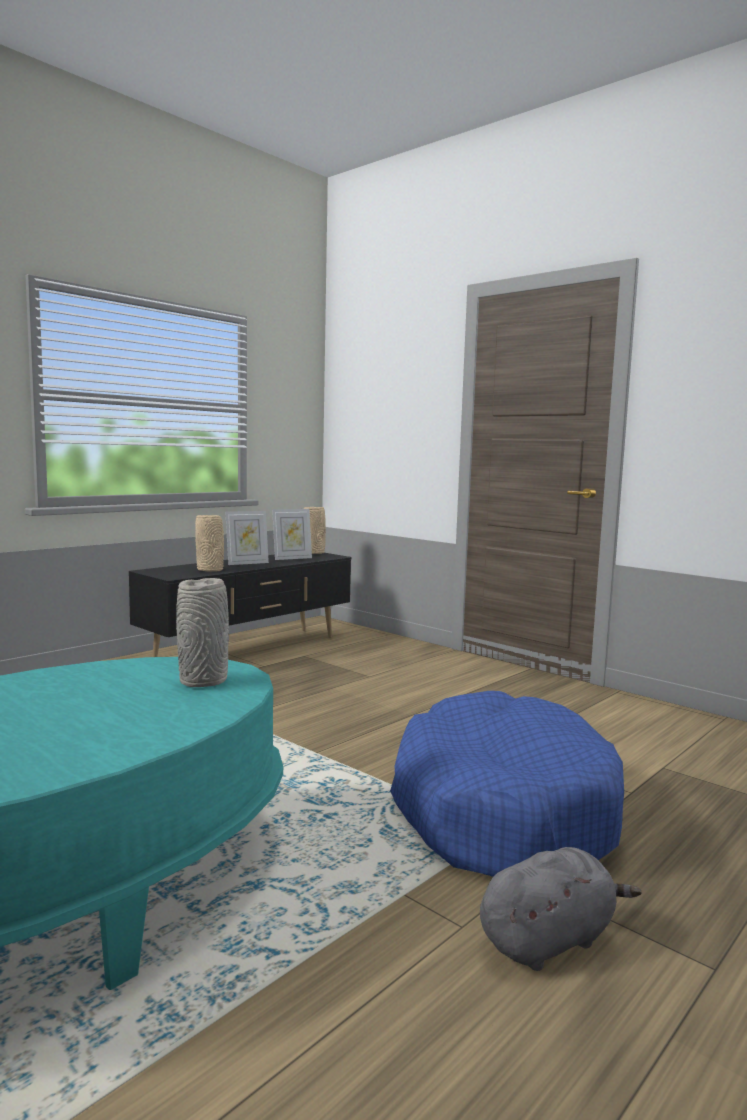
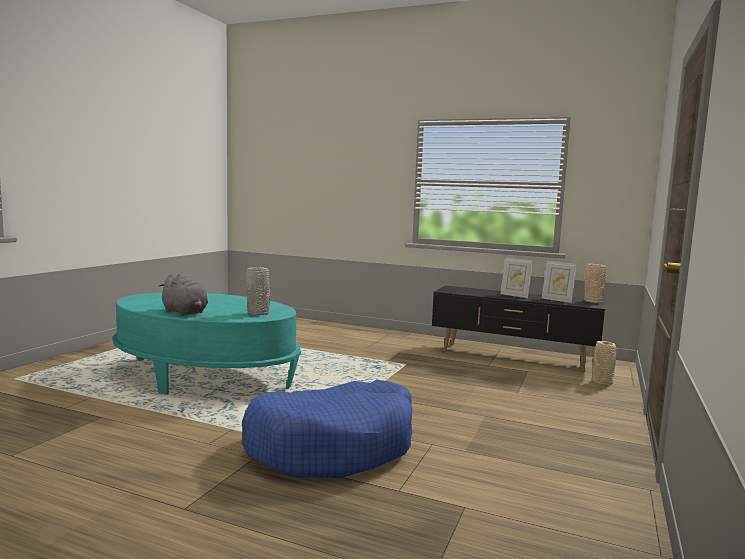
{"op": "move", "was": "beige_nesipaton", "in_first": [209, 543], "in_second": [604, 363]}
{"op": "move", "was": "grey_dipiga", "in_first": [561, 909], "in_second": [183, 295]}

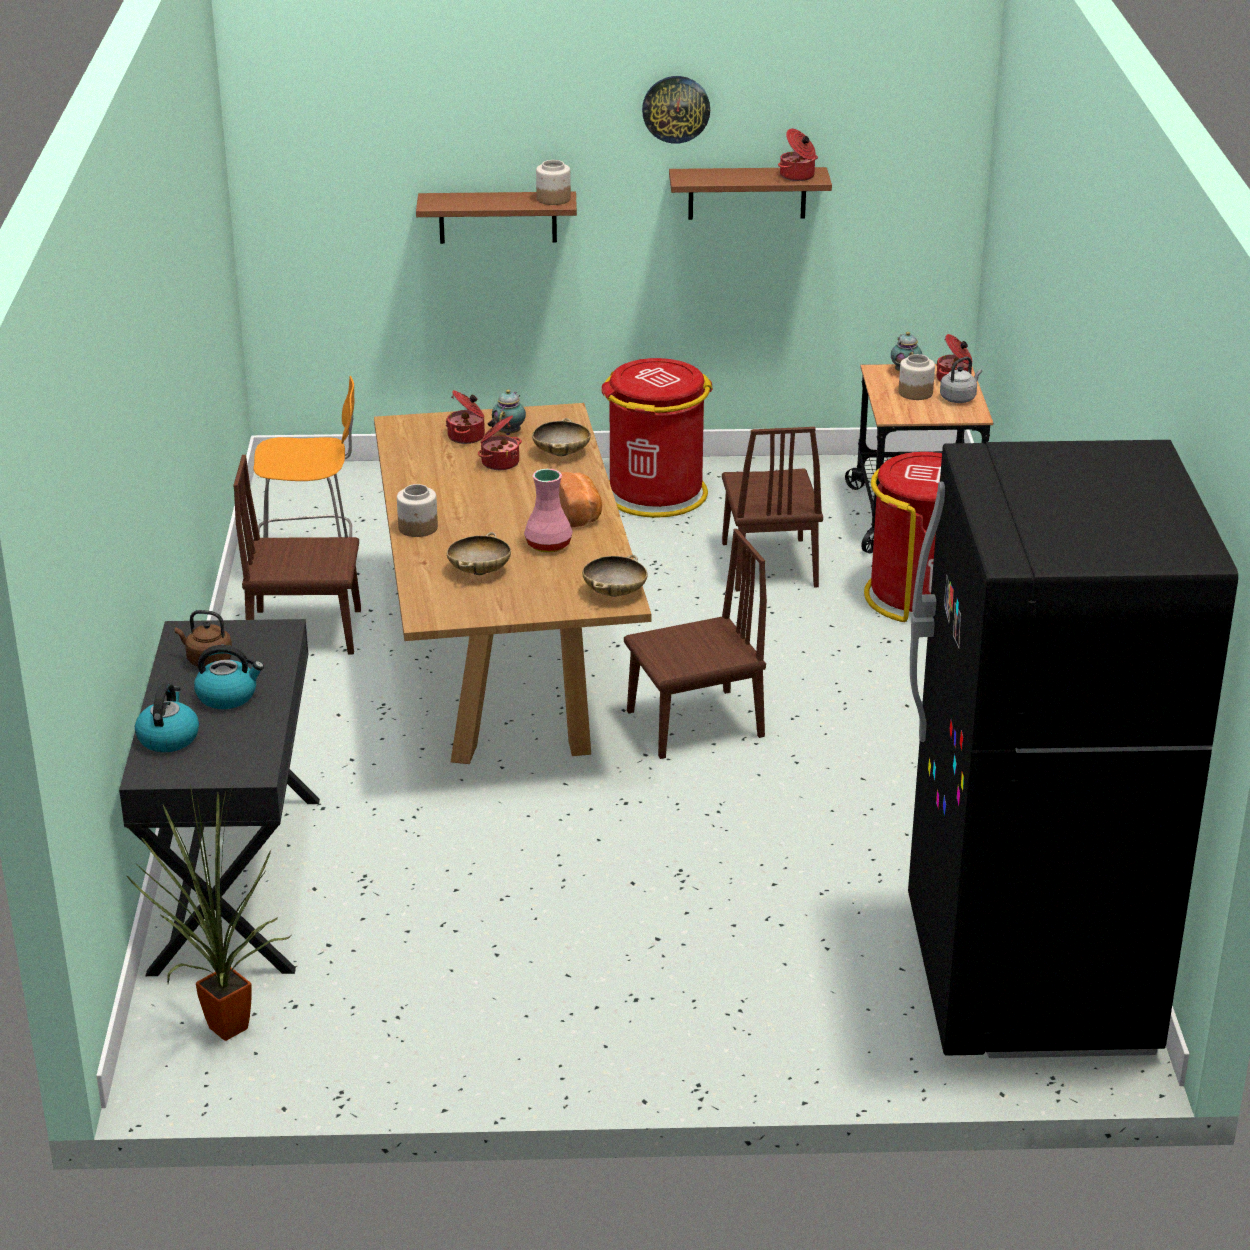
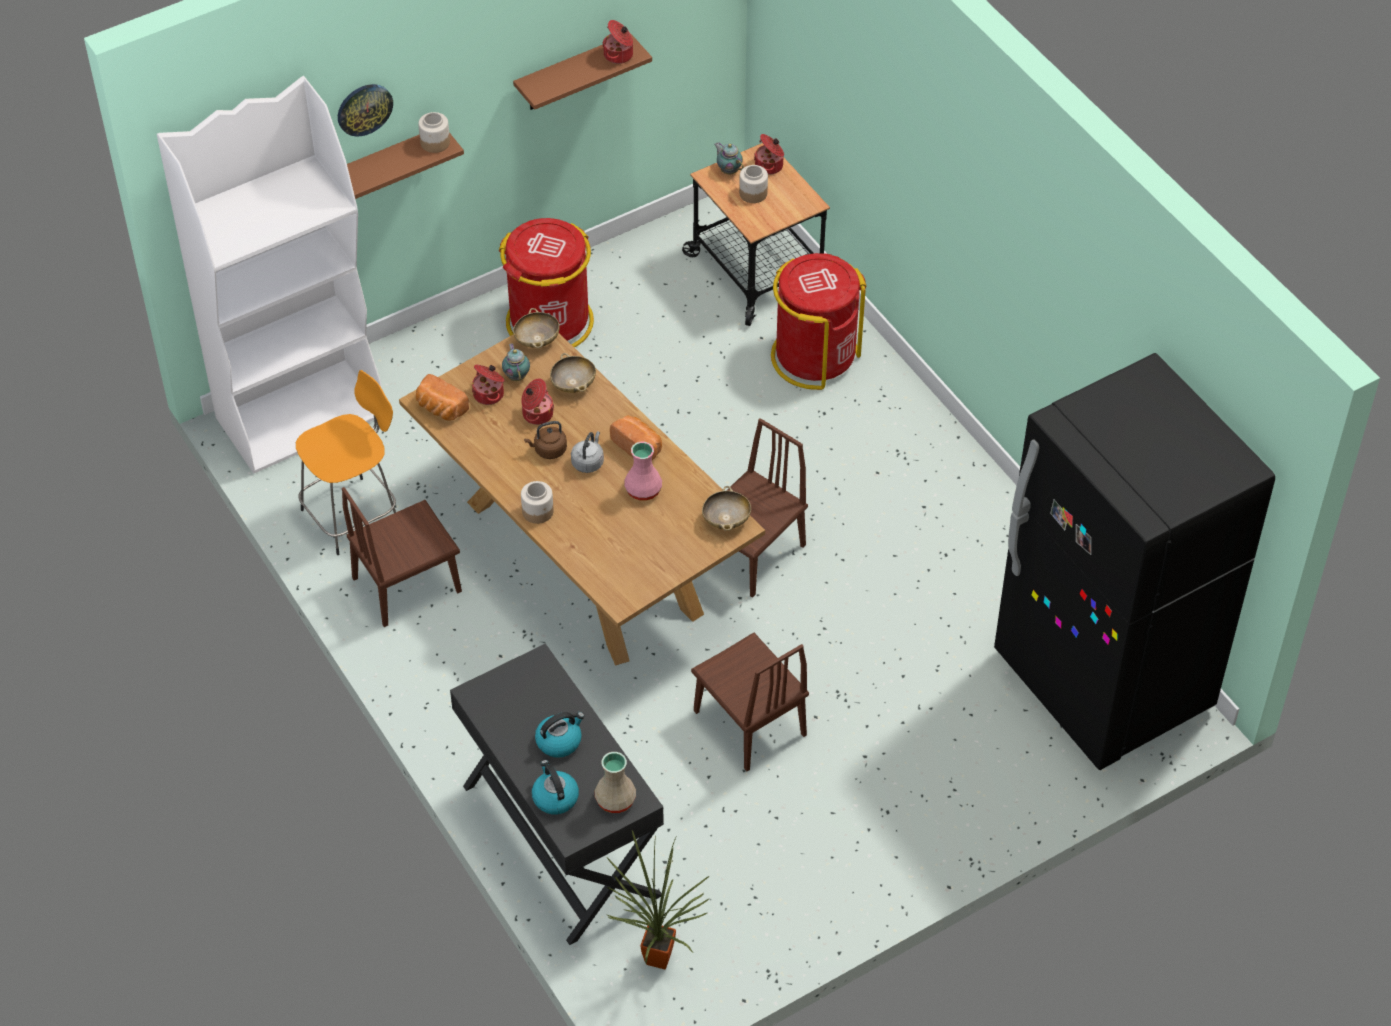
{"op": "move", "was": "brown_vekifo", "in_first": [203, 638], "in_second": [545, 440]}
{"op": "move", "was": "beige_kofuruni", "in_first": [479, 553], "in_second": [536, 328]}
{"op": "move", "was": "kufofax", "in_first": [676, 110], "in_second": [365, 110]}
{"op": "move", "was": "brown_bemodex", "in_first": [772, 509], "in_second": [750, 702]}
{"op": "move", "was": "grey_vekifo", "in_first": [961, 380], "in_second": [587, 452]}
{"op": "insert", "now": "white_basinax", "in_second": [269, 275]}
{"op": "insert", "now": "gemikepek", "in_second": [442, 397]}
{"op": "insert", "now": "beige_nesipaton", "in_second": [615, 782]}

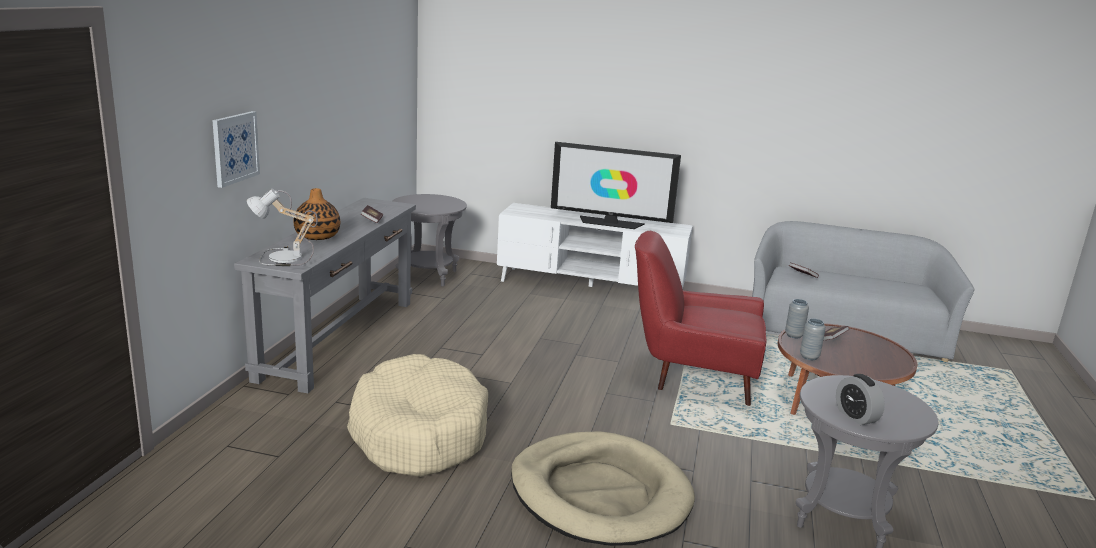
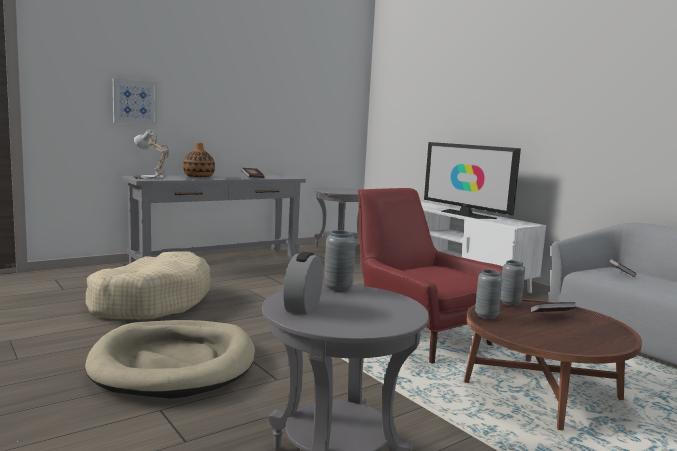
{"op": "insert", "now": "grey_nesipaton", "in_second": [340, 261]}

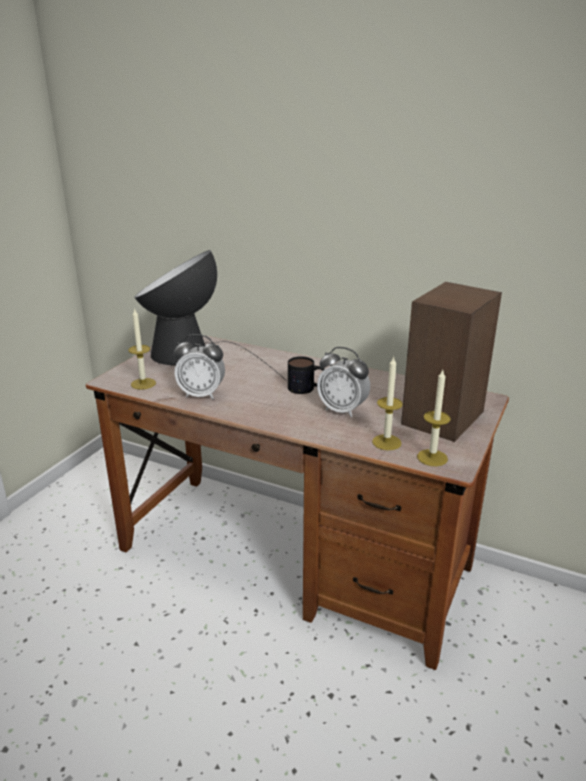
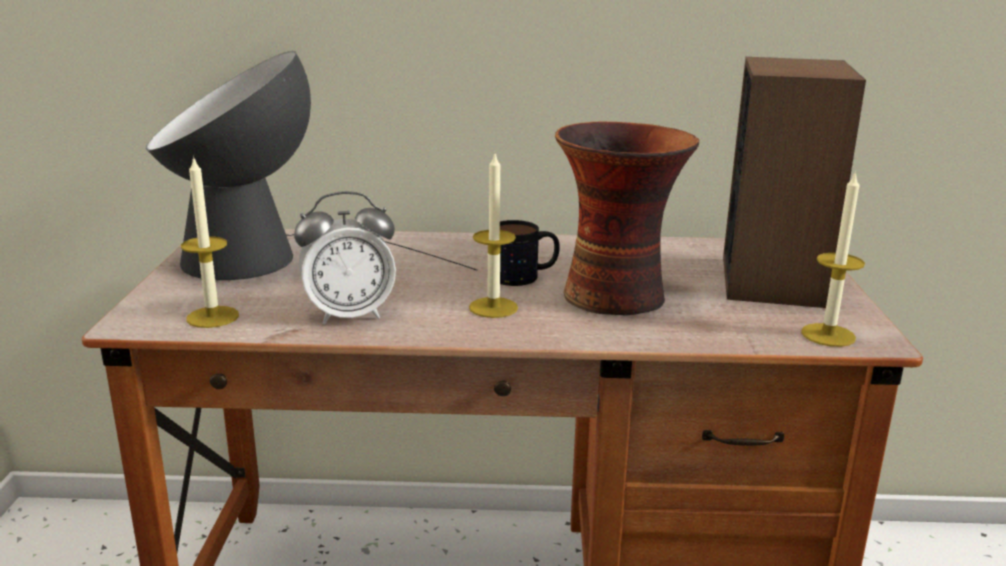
{"op": "replace", "was": "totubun", "now": "nesipaton", "in_first": [343, 382], "in_second": [627, 218]}
{"op": "move", "was": "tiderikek", "in_first": [387, 403], "in_second": [493, 236]}

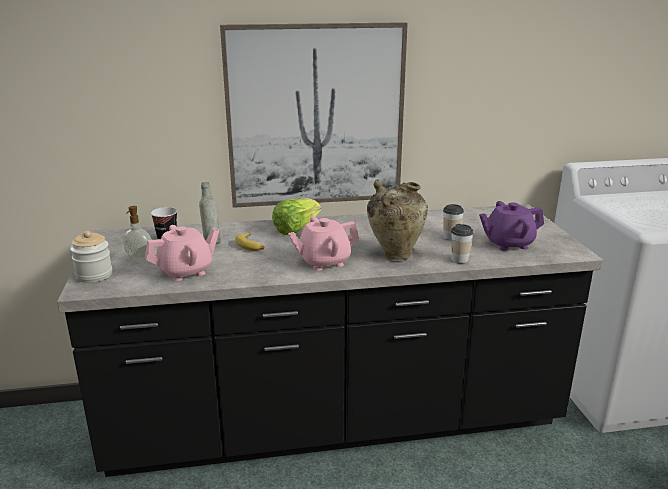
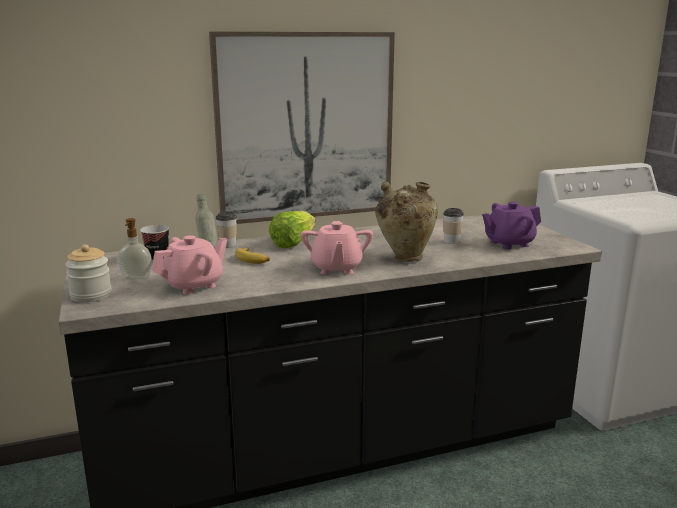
{"op": "rotate", "was": "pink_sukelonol", "in_first": [323, 243], "in_second": [336, 248], "clockwise": -60}
{"op": "move", "was": "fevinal", "in_first": [462, 244], "in_second": [226, 229]}

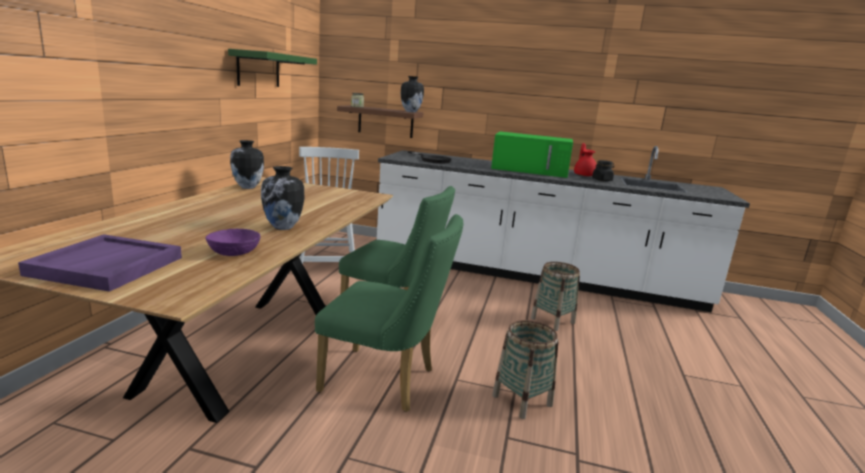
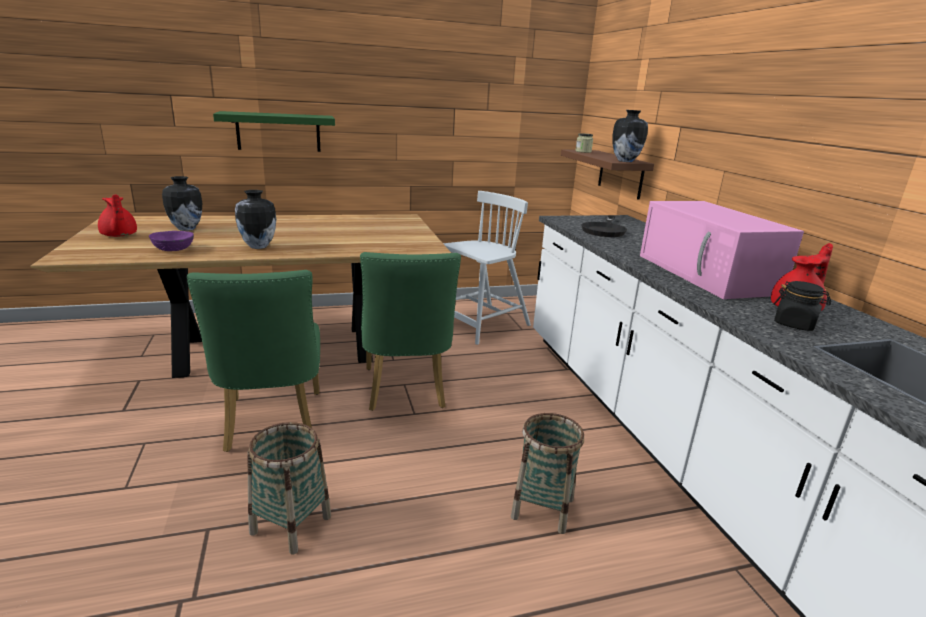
{"op": "replace", "was": "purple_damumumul", "now": "red_sukelonol", "in_first": [100, 263], "in_second": [117, 215]}
{"op": "move", "was": "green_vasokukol", "in_first": [272, 68], "in_second": [274, 131]}
{"op": "move", "was": "nesipaton", "in_first": [247, 164], "in_second": [182, 203]}
{"op": "recolor", "was": "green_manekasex", "now": "pink_manekasex", "in_first": [532, 155], "in_second": [722, 250]}

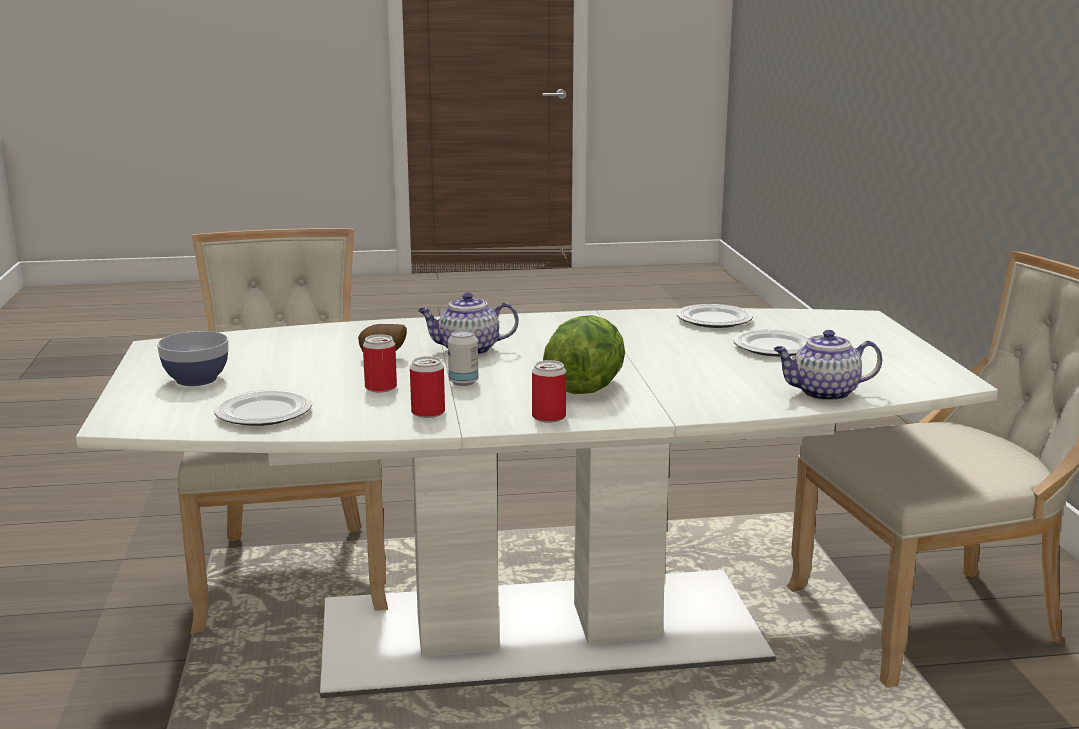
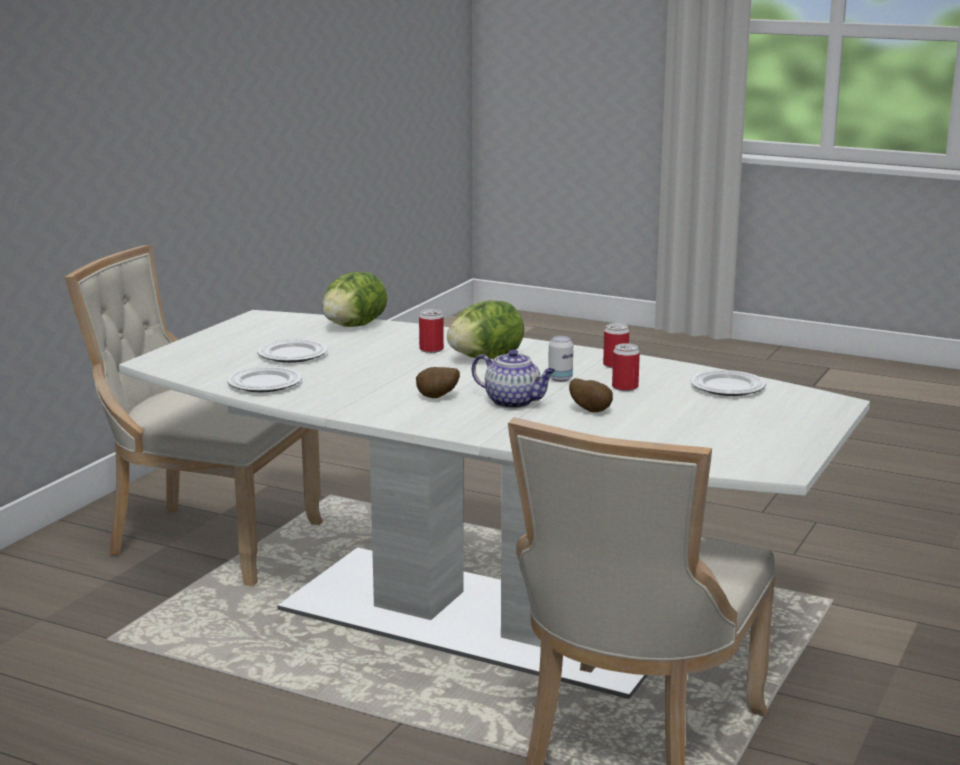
{"op": "delete", "was": "kofuruni", "in_first": [192, 358]}
{"op": "move", "was": "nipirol", "in_first": [549, 391], "in_second": [431, 331]}
{"op": "replace", "was": "sukelonol", "now": "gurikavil", "in_first": [828, 365], "in_second": [354, 299]}
{"op": "insert", "now": "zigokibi", "in_second": [438, 382]}

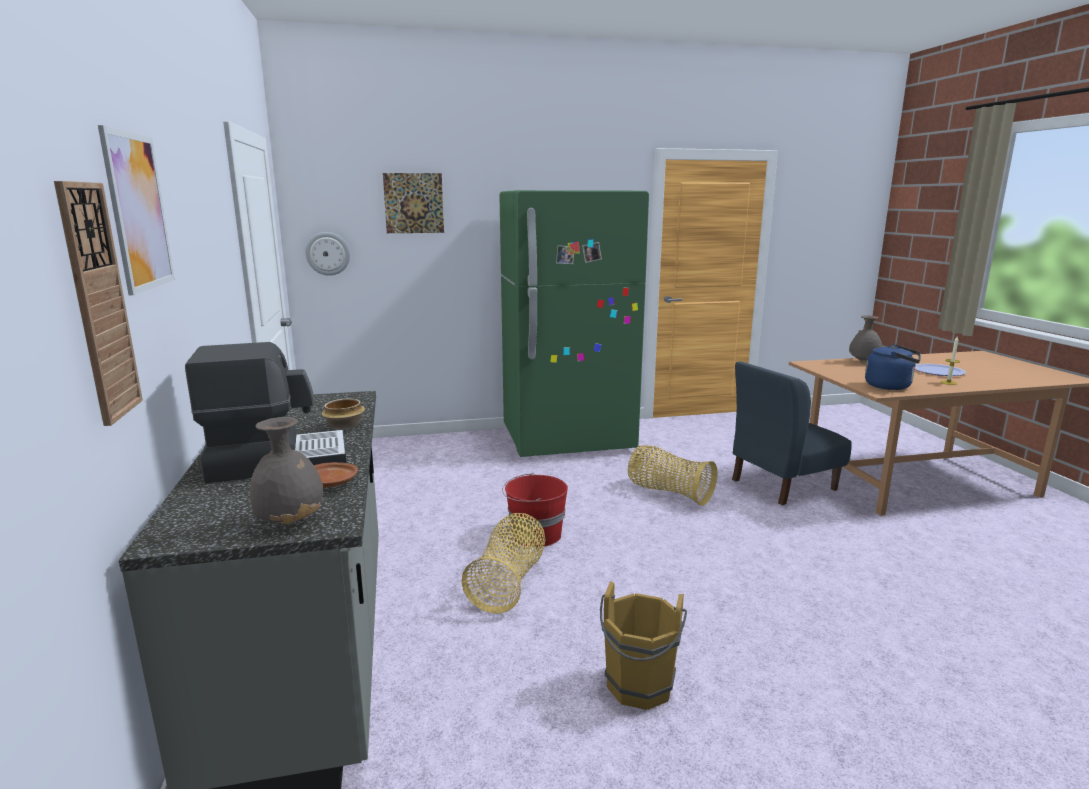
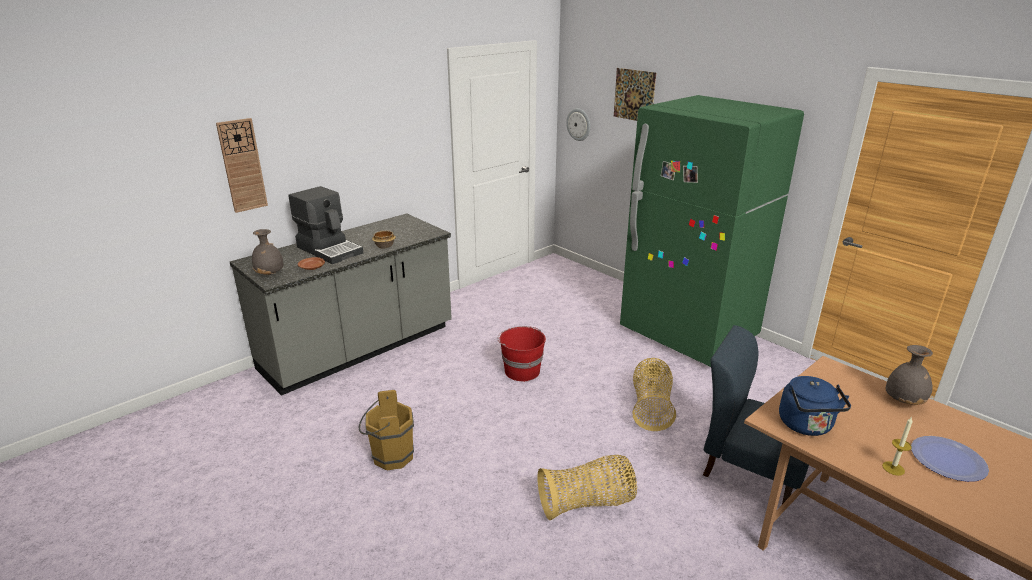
{"op": "delete", "was": "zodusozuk", "in_first": [136, 210]}
{"op": "move", "was": "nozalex", "in_first": [503, 563], "in_second": [587, 487]}

